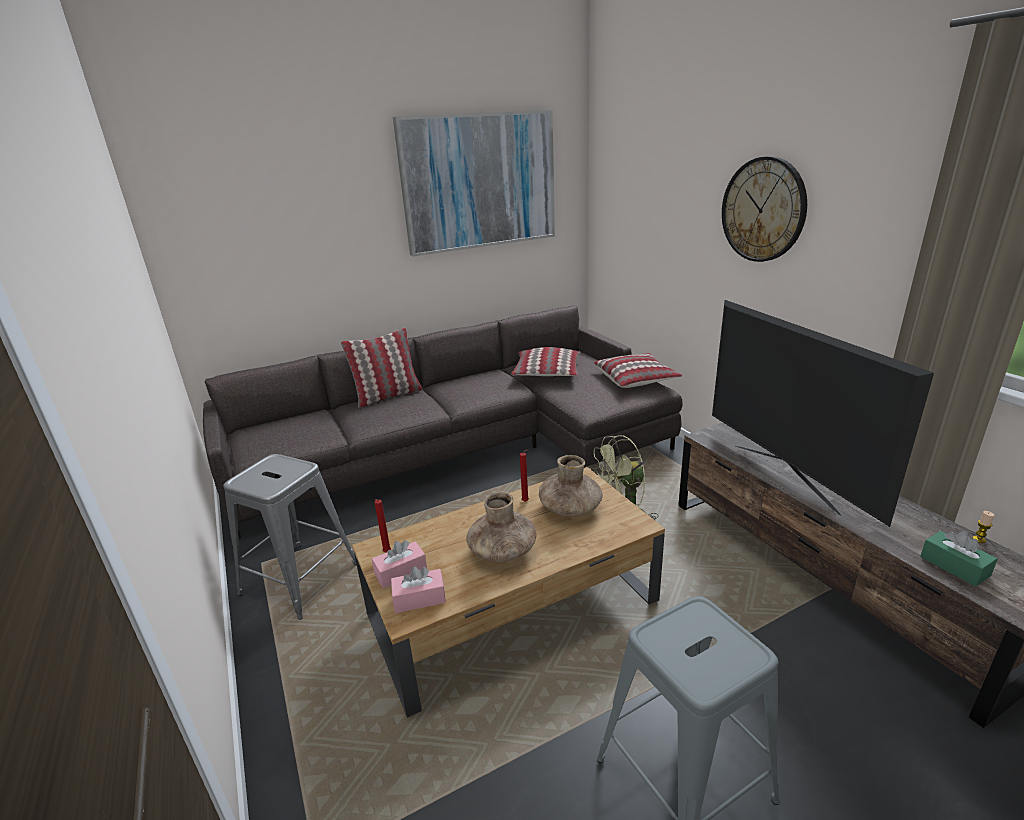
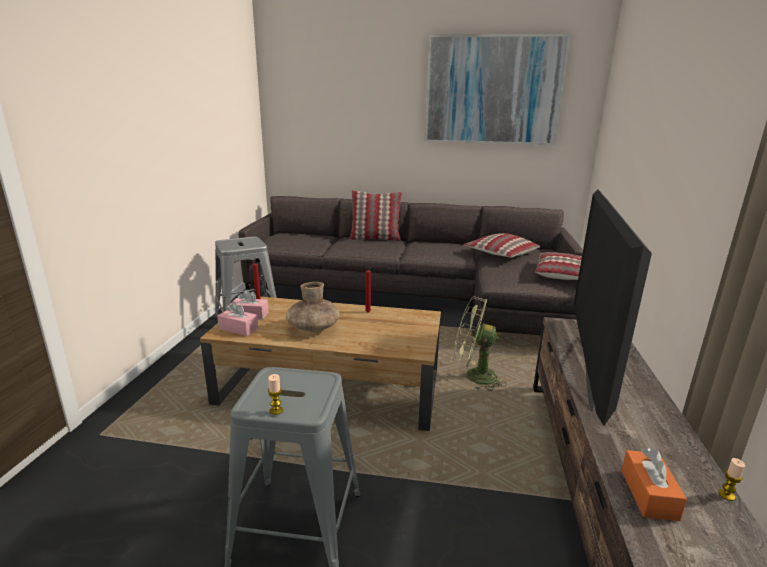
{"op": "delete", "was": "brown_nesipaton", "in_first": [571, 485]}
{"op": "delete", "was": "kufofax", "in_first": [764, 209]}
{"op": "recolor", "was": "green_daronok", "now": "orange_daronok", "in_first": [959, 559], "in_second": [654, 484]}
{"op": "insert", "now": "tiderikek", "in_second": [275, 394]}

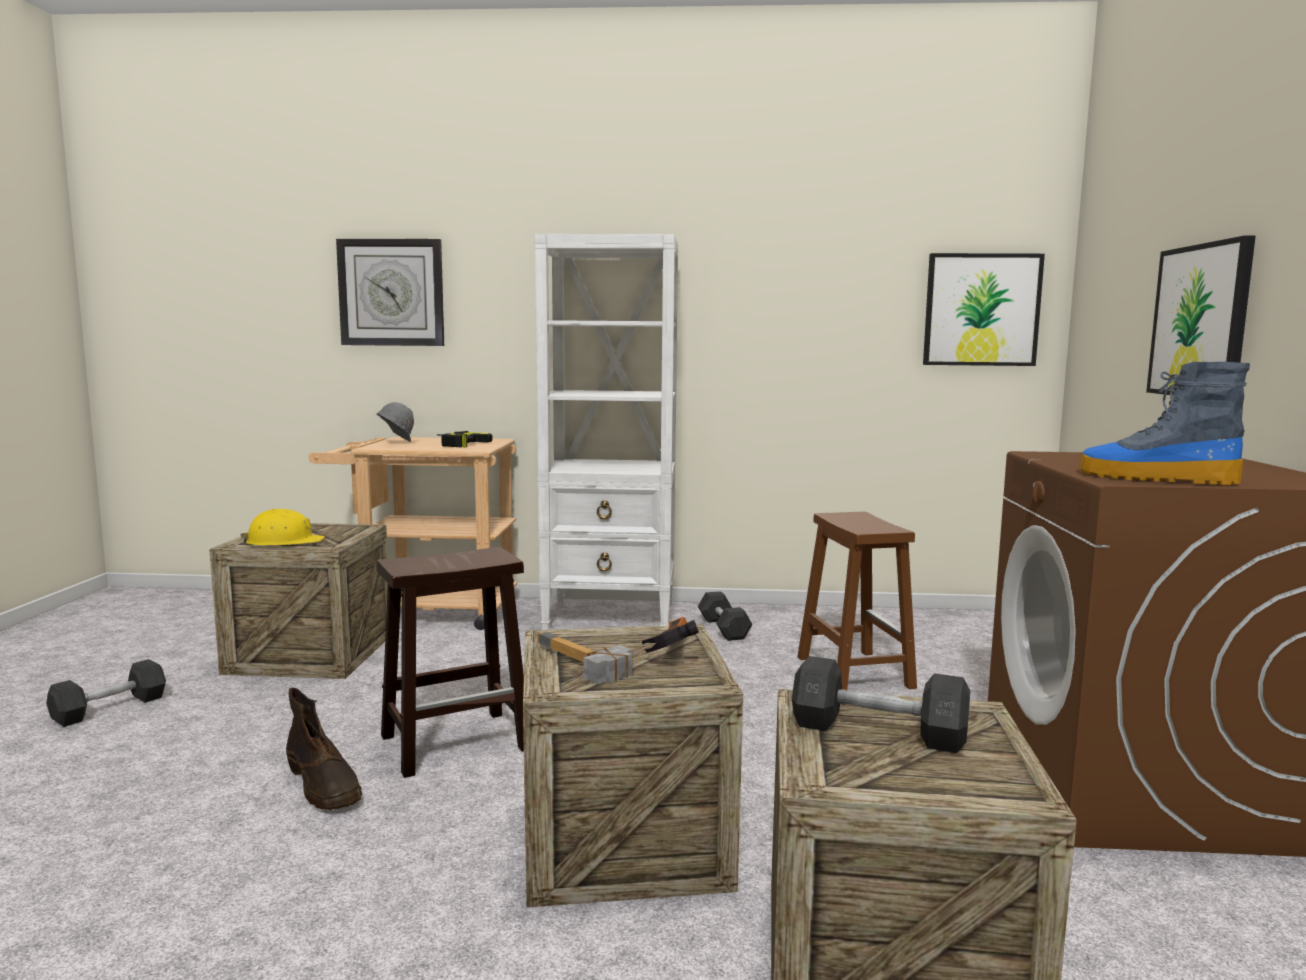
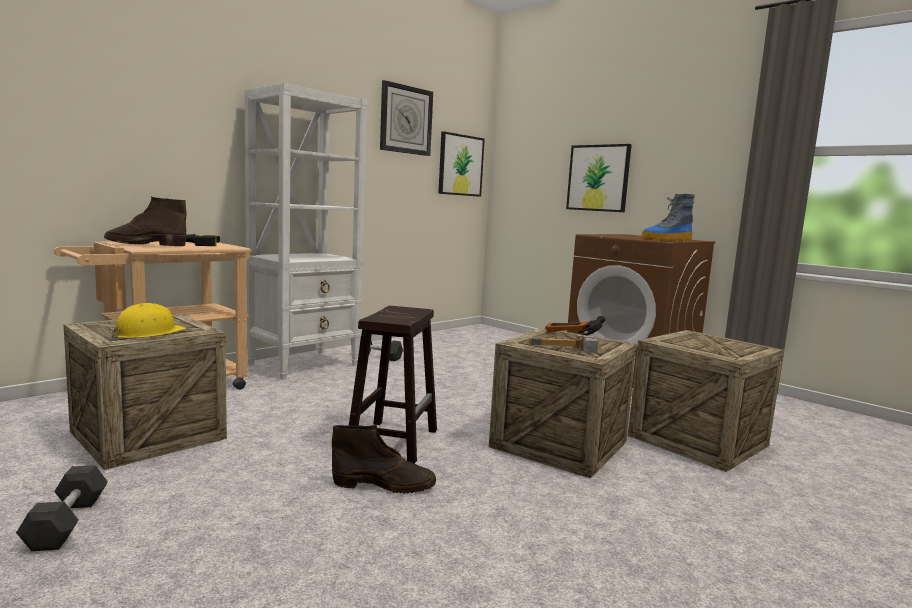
{"op": "move", "was": "kufofax", "in_first": [390, 292], "in_second": [406, 118]}
{"op": "replace", "was": "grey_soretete", "now": "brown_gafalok", "in_first": [395, 422], "in_second": [145, 222]}
{"op": "delete", "was": "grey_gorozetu", "in_first": [881, 704]}
{"op": "delete", "was": "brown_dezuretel", "in_first": [857, 601]}

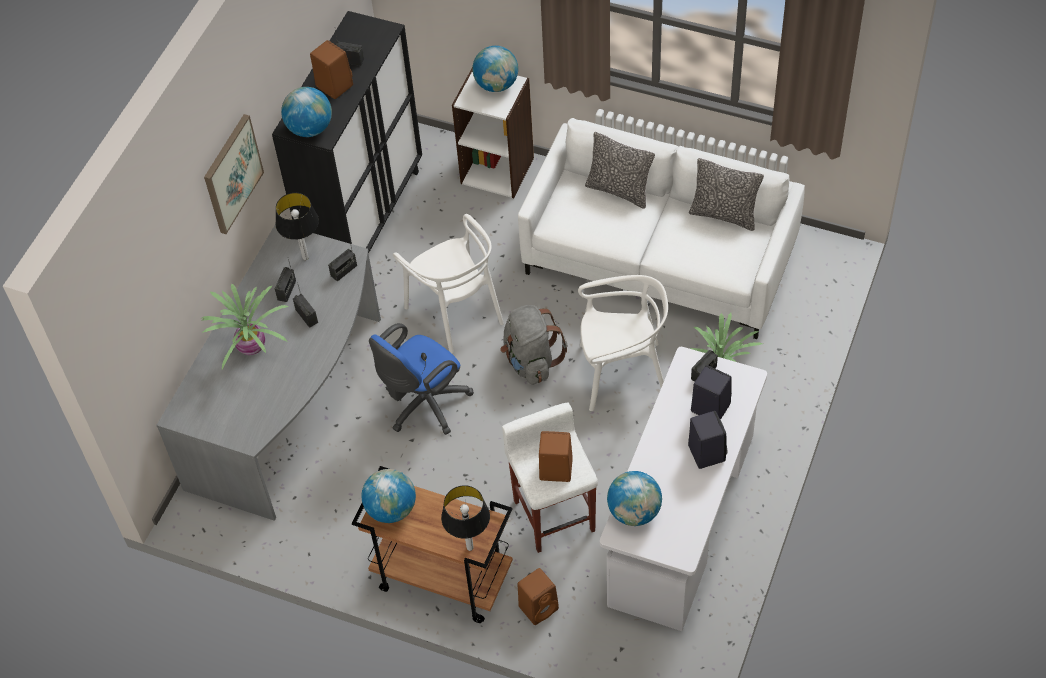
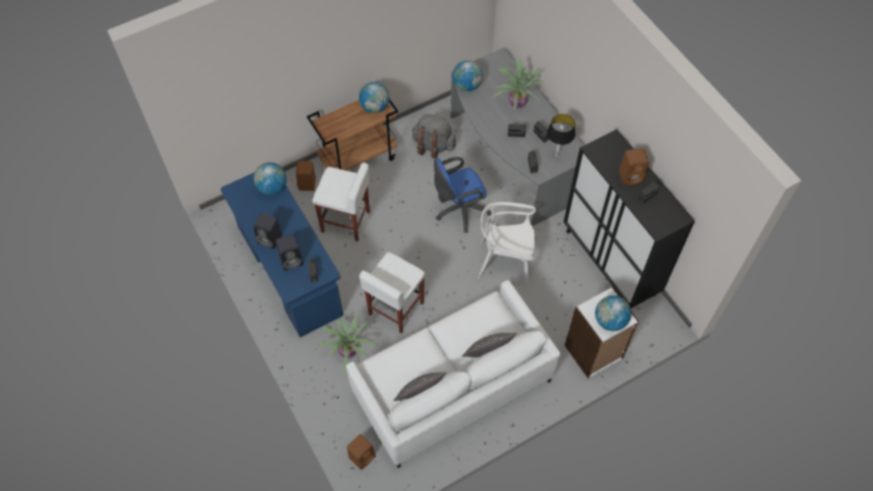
{"op": "delete", "was": "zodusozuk", "in_first": [234, 174]}
{"op": "move", "was": "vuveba", "in_first": [306, 112], "in_second": [467, 75]}
{"op": "rotate", "was": "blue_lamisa", "in_first": [421, 379], "in_second": [463, 195], "clockwise": -105}
{"op": "delete", "was": "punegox", "in_first": [465, 518]}
{"op": "move", "was": "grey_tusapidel", "in_first": [533, 345], "in_second": [434, 136]}
{"op": "move", "was": "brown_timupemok", "in_first": [556, 456], "in_second": [361, 452]}
{"op": "replace", "was": "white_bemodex", "now": "white_dezuretel", "in_first": [623, 343], "in_second": [392, 293]}
{"op": "recolor", "was": "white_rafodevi", "now": "blue_rafodevi", "in_first": [683, 489], "in_second": [282, 255]}

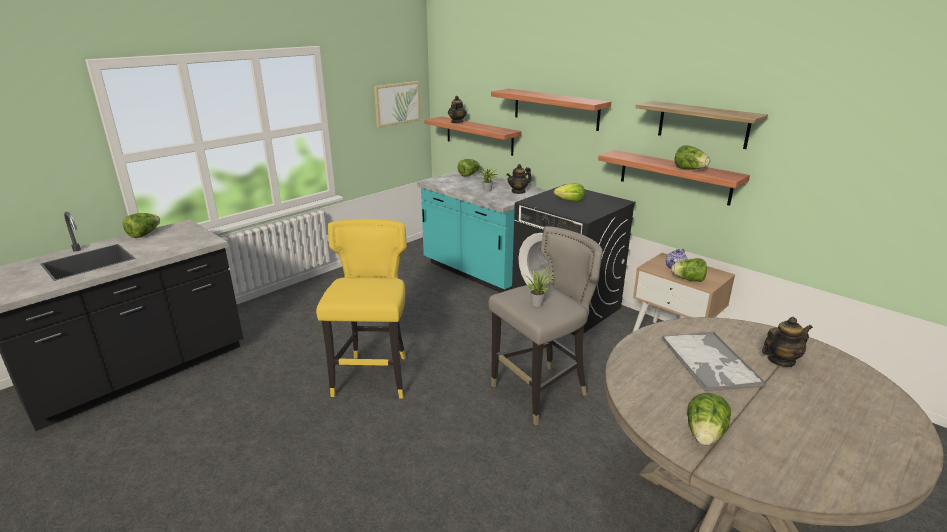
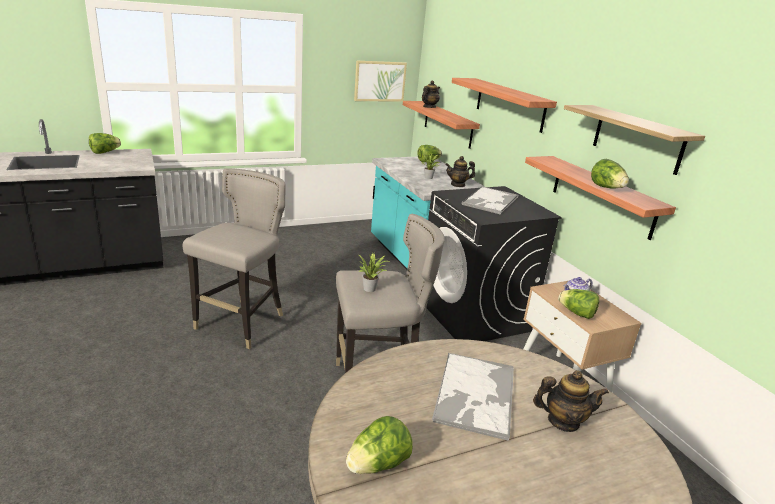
{"op": "recolor", "was": "yellow_dezuretel", "now": "grey_dezuretel", "in_first": [361, 309], "in_second": [234, 258]}
{"op": "replace", "was": "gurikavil", "now": "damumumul", "in_first": [569, 192], "in_second": [490, 200]}

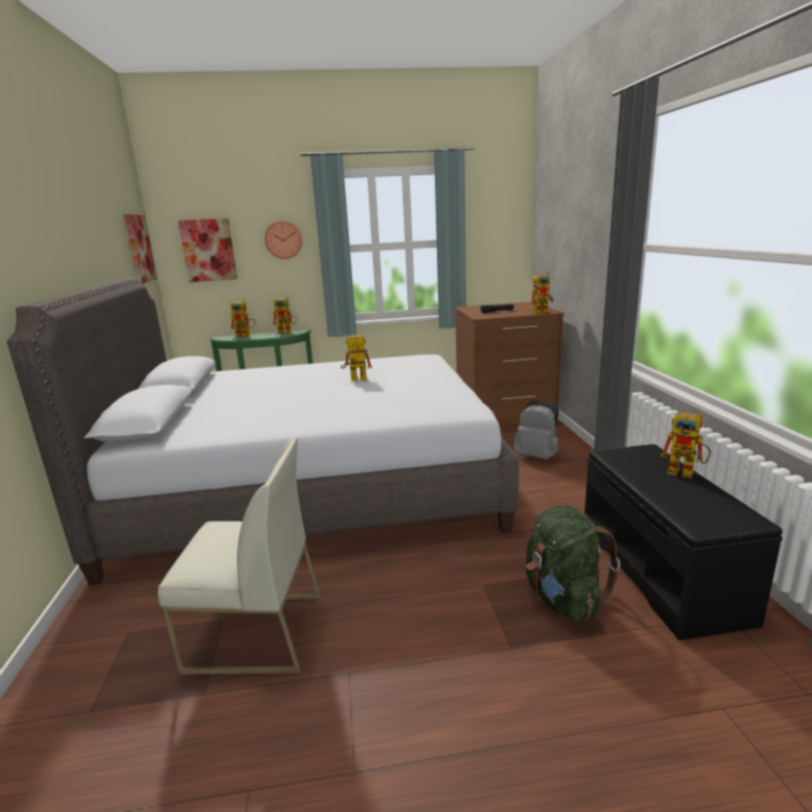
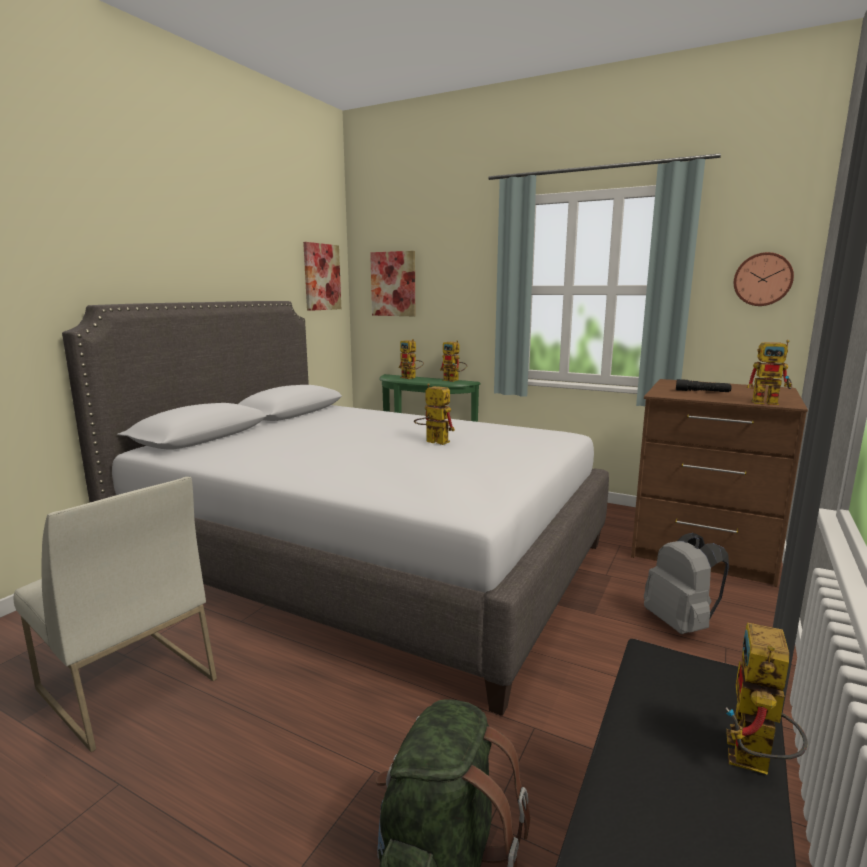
{"op": "move", "was": "kufofax", "in_first": [283, 240], "in_second": [764, 279]}
{"op": "rotate", "was": "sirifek", "in_first": [686, 445], "in_second": [767, 698], "clockwise": 45}

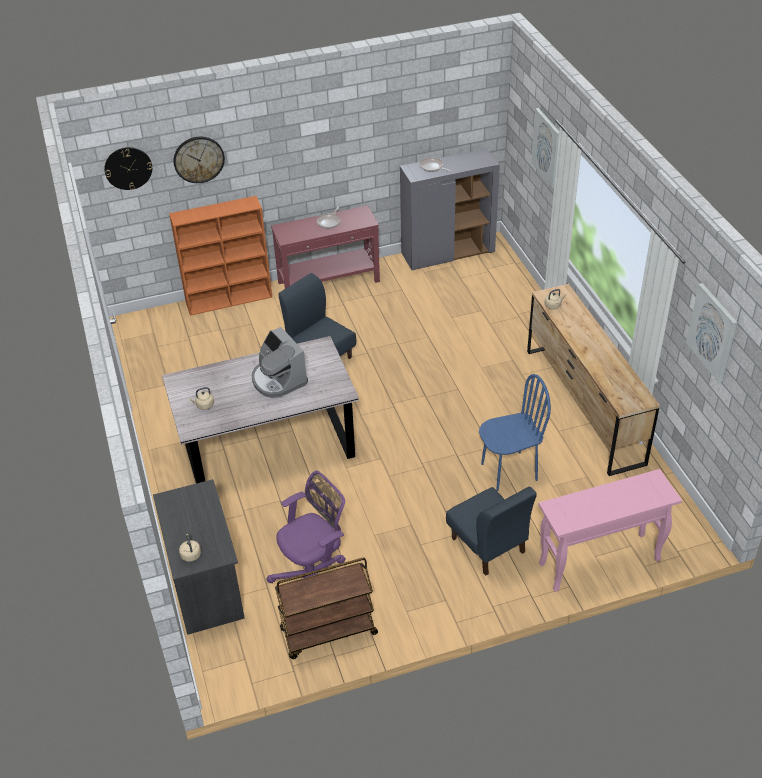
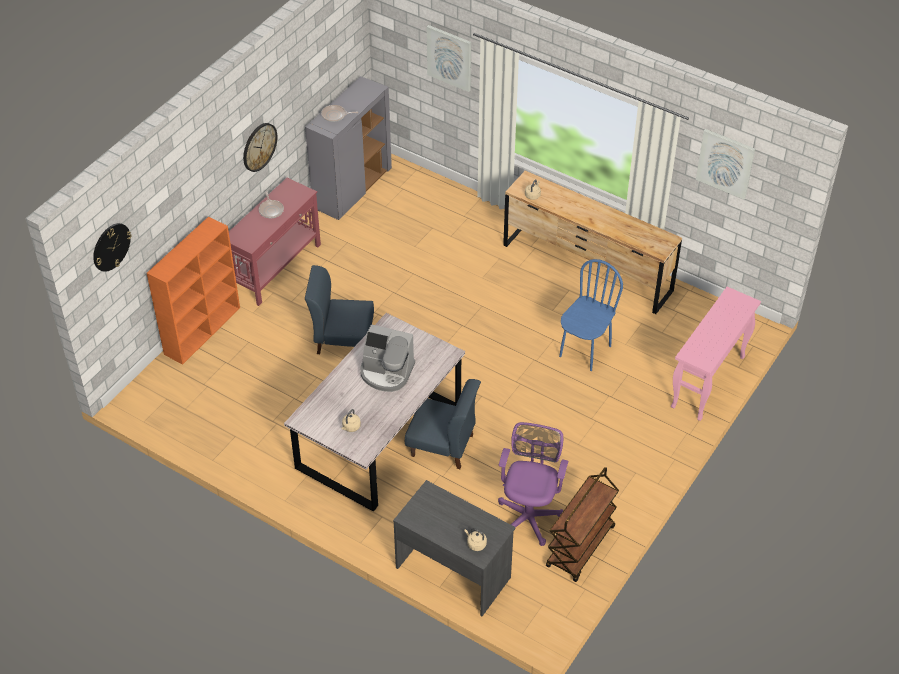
{"op": "move", "was": "kufofax", "in_first": [199, 160], "in_second": [260, 147]}
{"op": "move", "was": "blue_bemodex", "in_first": [491, 531], "in_second": [443, 424]}

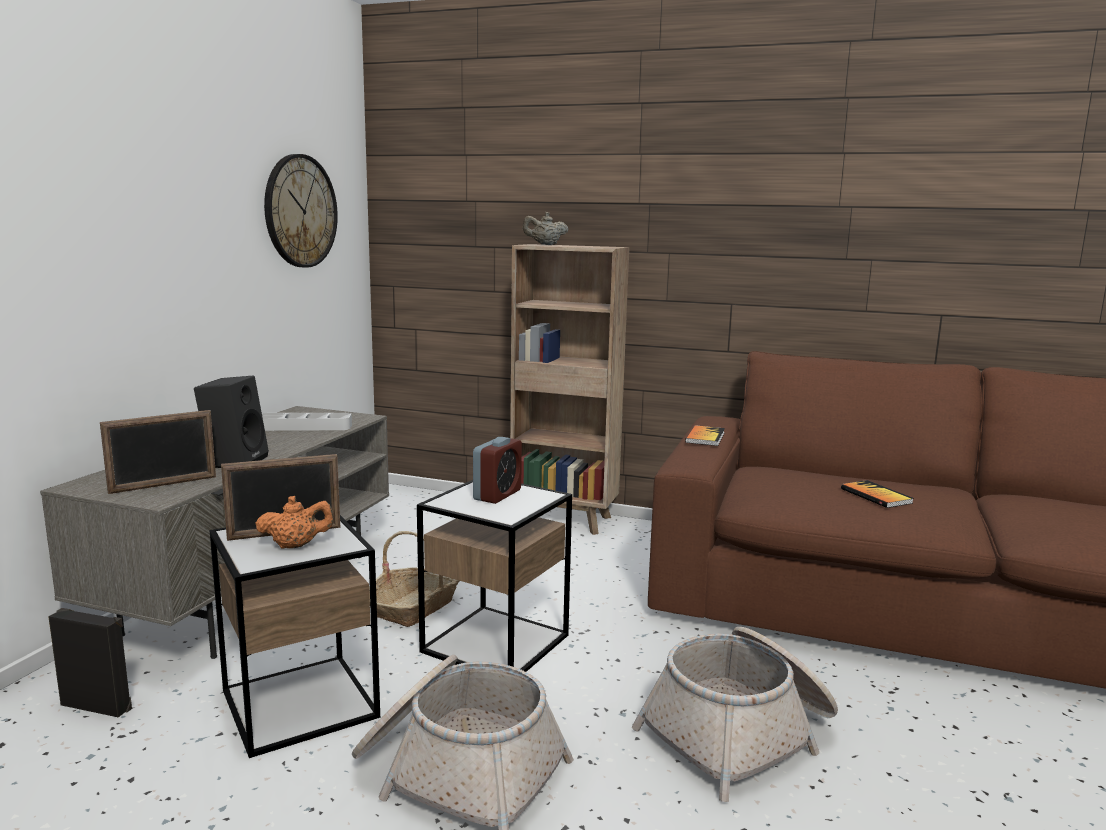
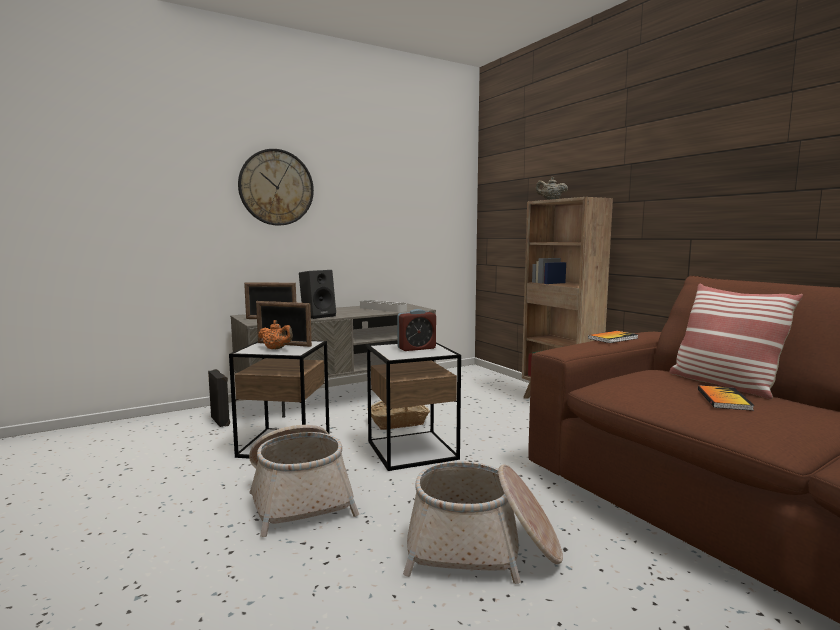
{"op": "move", "was": "kufofax", "in_first": [301, 211], "in_second": [276, 187]}
{"op": "insert", "now": "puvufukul", "in_second": [736, 341]}

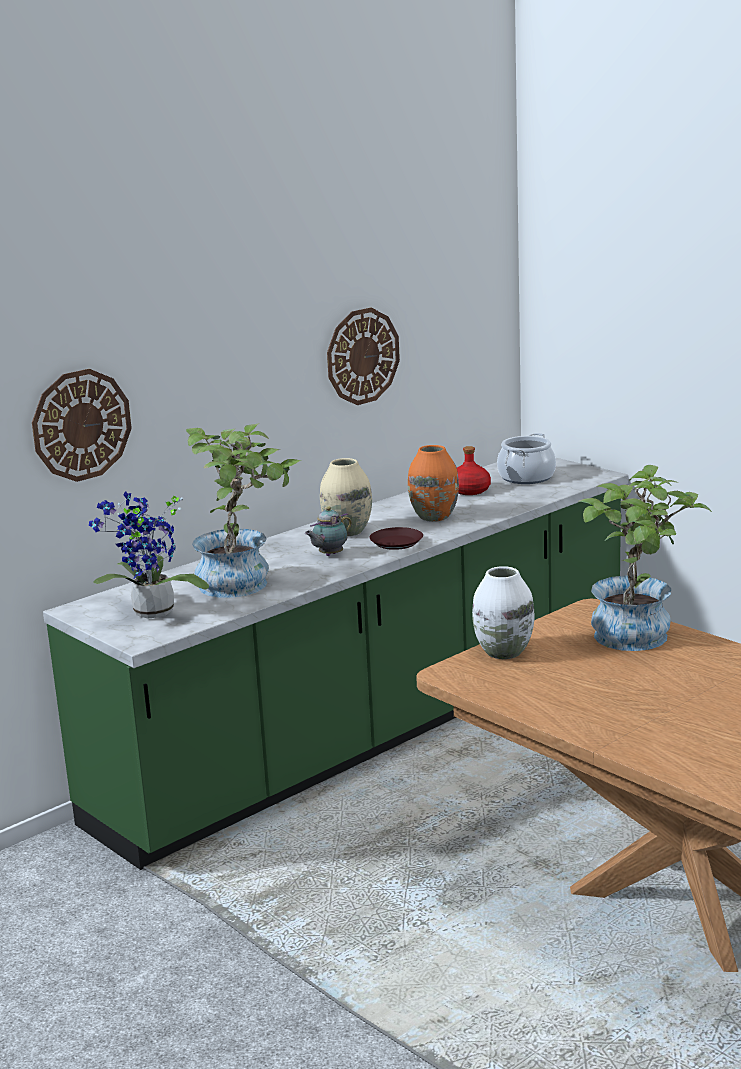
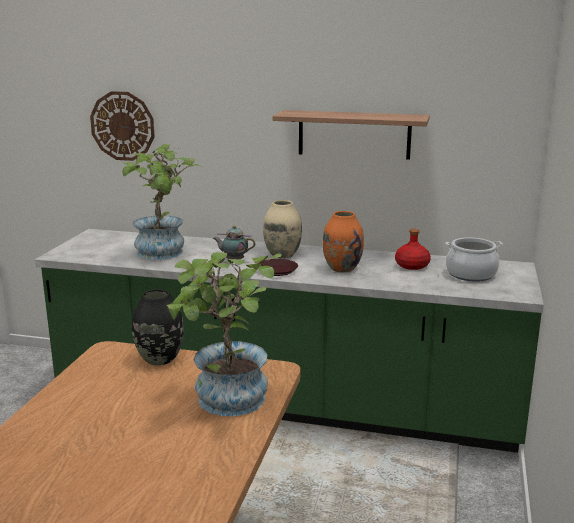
{"op": "delete", "was": "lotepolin", "in_first": [149, 554]}
{"op": "replace", "was": "kufofax", "now": "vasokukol", "in_first": [363, 356], "in_second": [351, 135]}
{"op": "recolor", "was": "white_nesipaton", "now": "black_nesipaton", "in_first": [503, 612], "in_second": [158, 327]}

